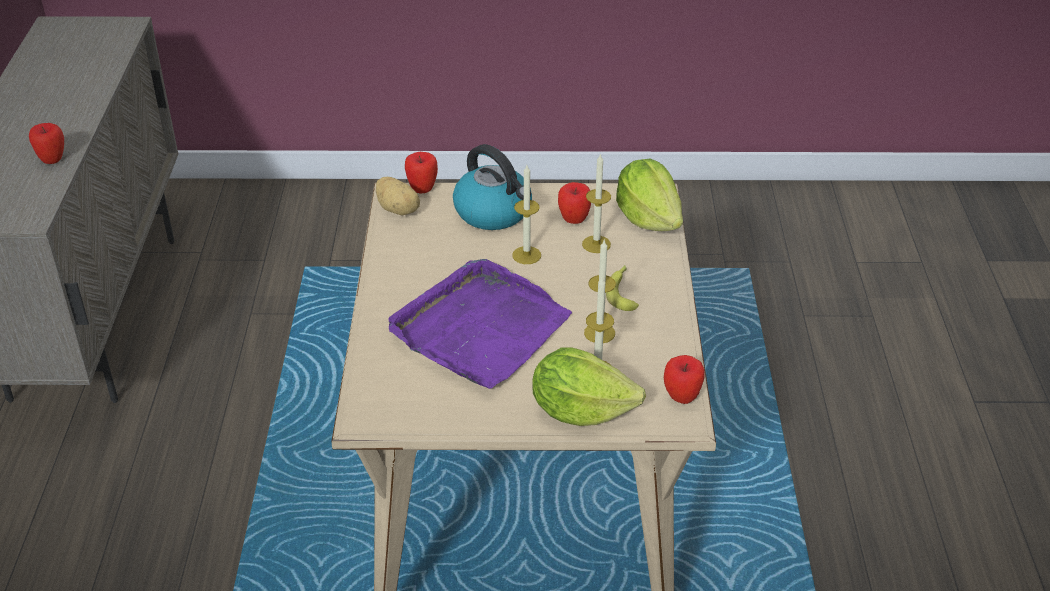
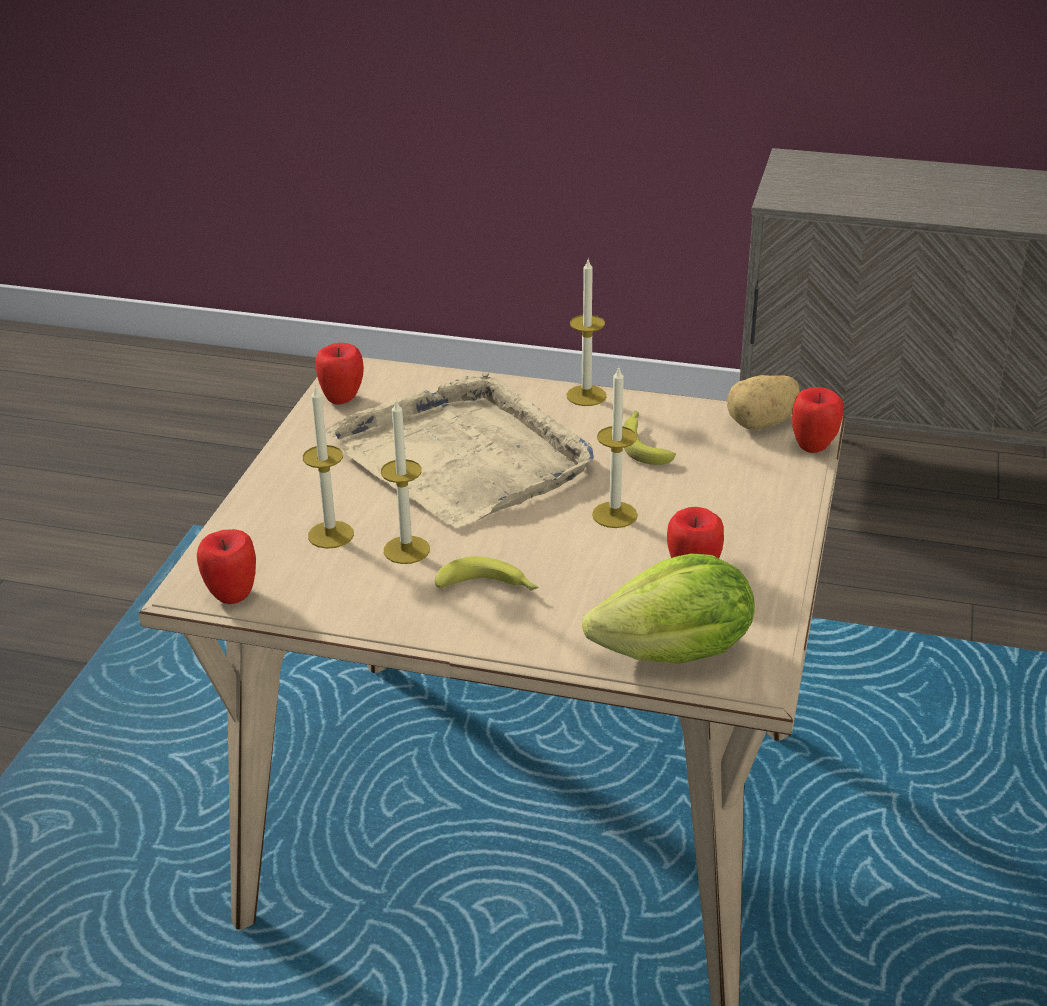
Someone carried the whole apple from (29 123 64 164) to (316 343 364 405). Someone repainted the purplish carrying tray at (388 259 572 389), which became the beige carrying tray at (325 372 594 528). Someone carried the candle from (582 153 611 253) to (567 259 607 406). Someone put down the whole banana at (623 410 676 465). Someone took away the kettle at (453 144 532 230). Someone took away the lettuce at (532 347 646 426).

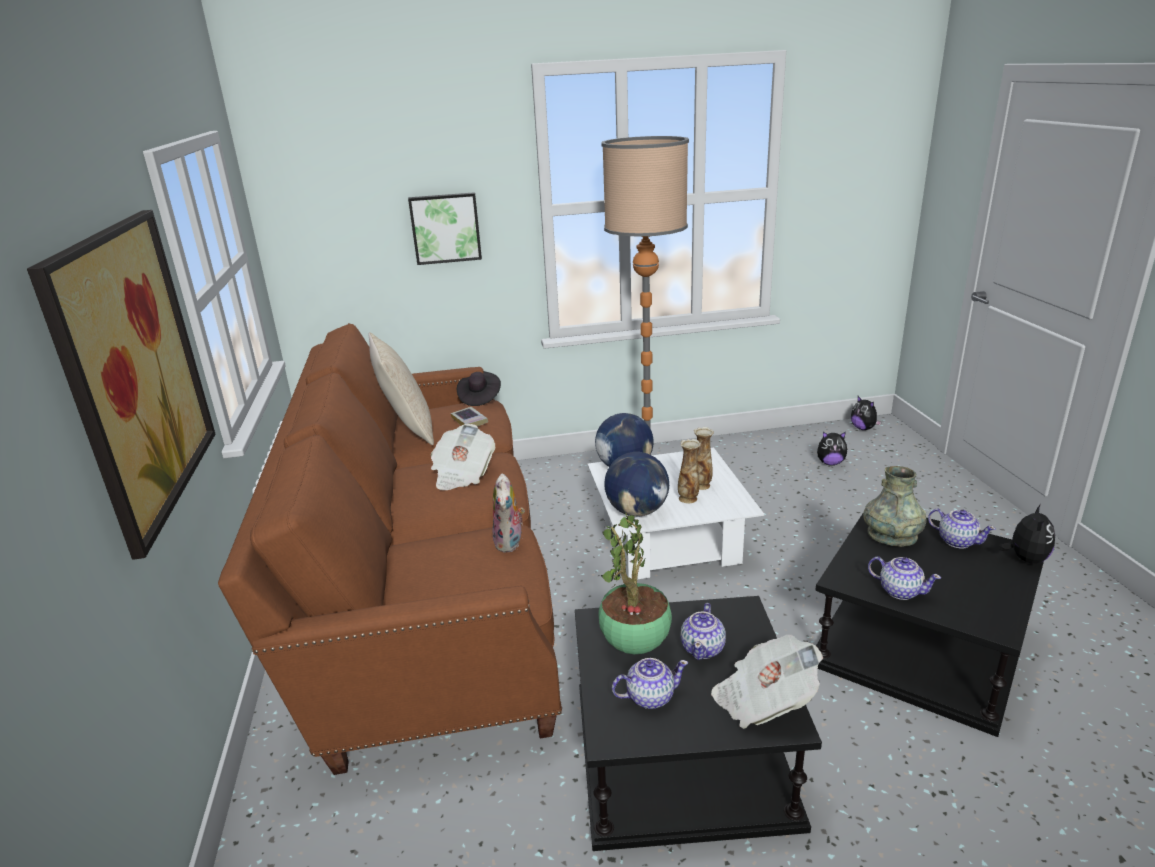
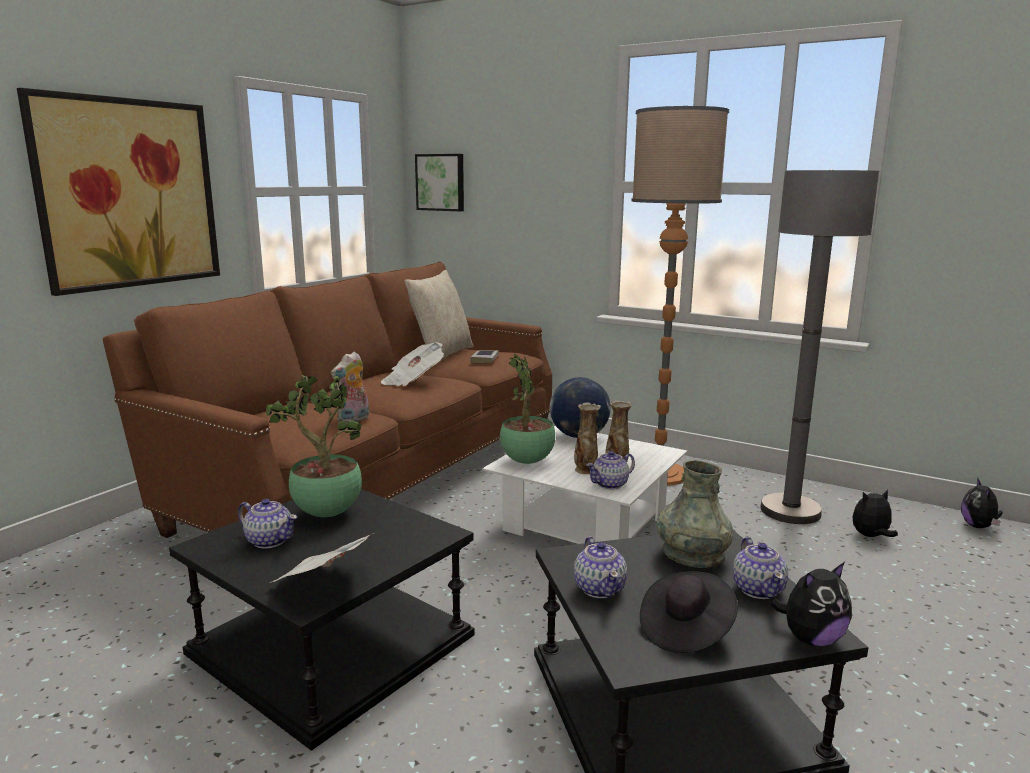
Someone carried the picture from (408 192 482 265) to (415 154 464 211). Someone swapped the desk globe at (604 452 669 517) for the plant in a pot at (500 354 555 464). Someone carried the pot for tea from (680 603 726 660) to (586 451 635 490). Someone carried the black hat from (457 371 501 406) to (640 571 738 653). Someone put down the grey standard lamp at (760 169 879 524). Someone rotated the cuddly toy at (817 432 848 465) by 120 degrees clockwise.

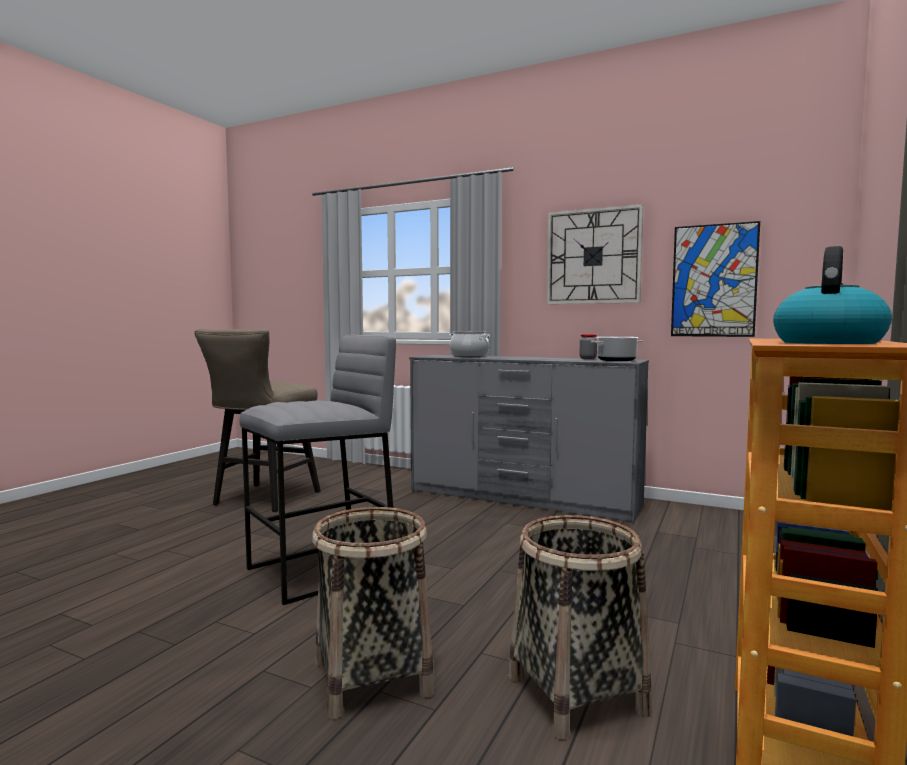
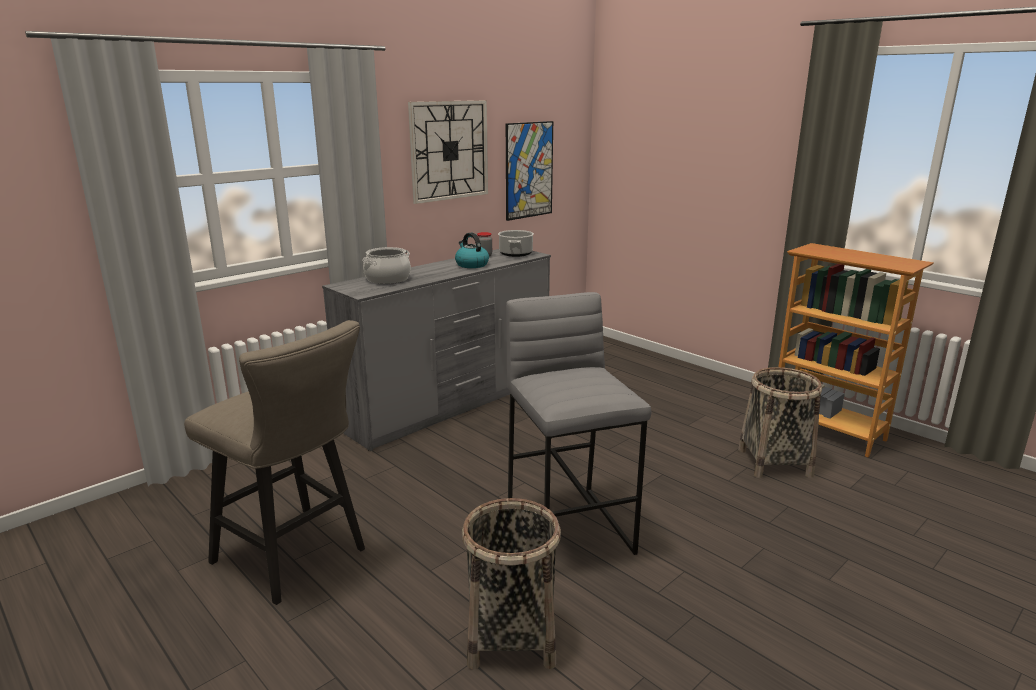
Someone carried the kettle from (773 246 892 344) to (455 233 489 268). Someone carried the basket from (312 507 434 719) to (462 498 561 670).

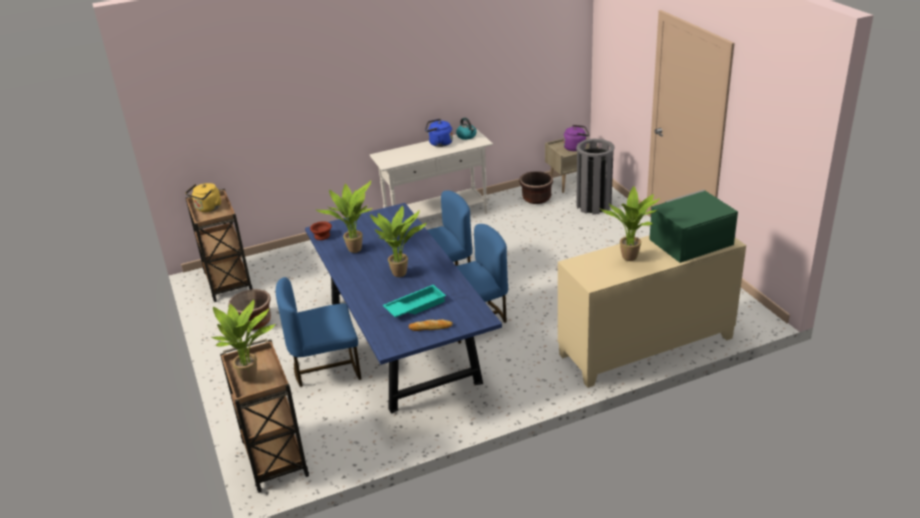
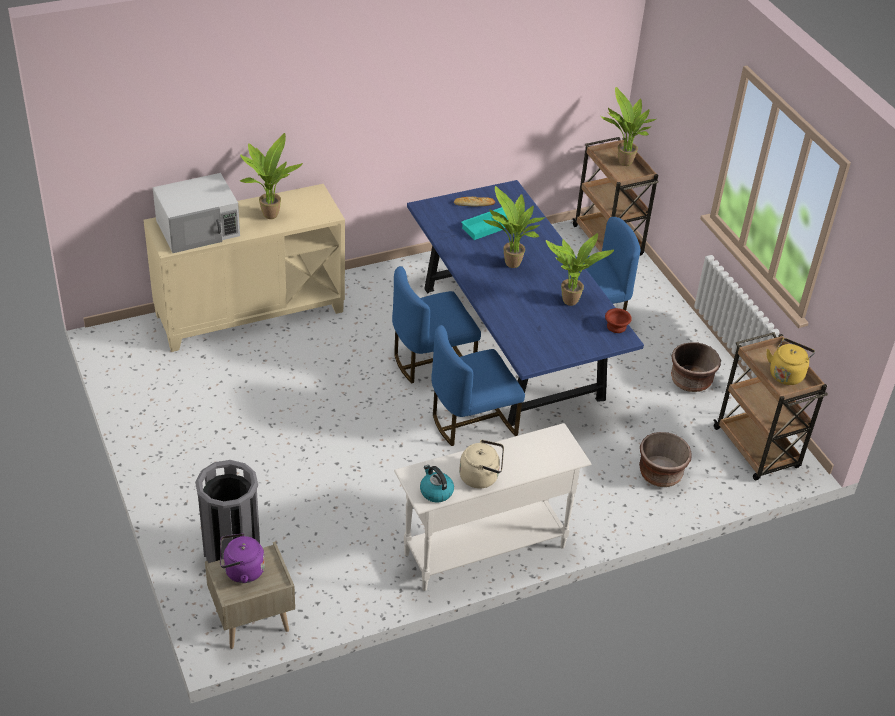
Someone repainted the green microwave at (649 190 738 263), which became the white-coloured microwave at (153 173 240 253). Someone repainted the bluish kettle at (425 119 453 147), which became the beige kettle at (459 440 504 489). Someone carried the brown plant pot from (519 172 553 204) to (639 432 692 487).

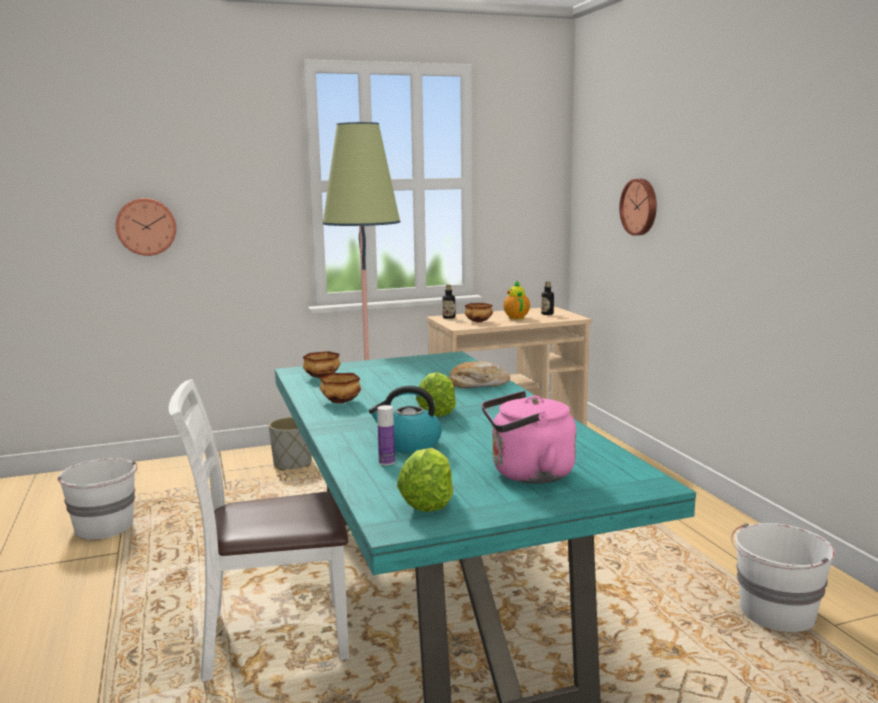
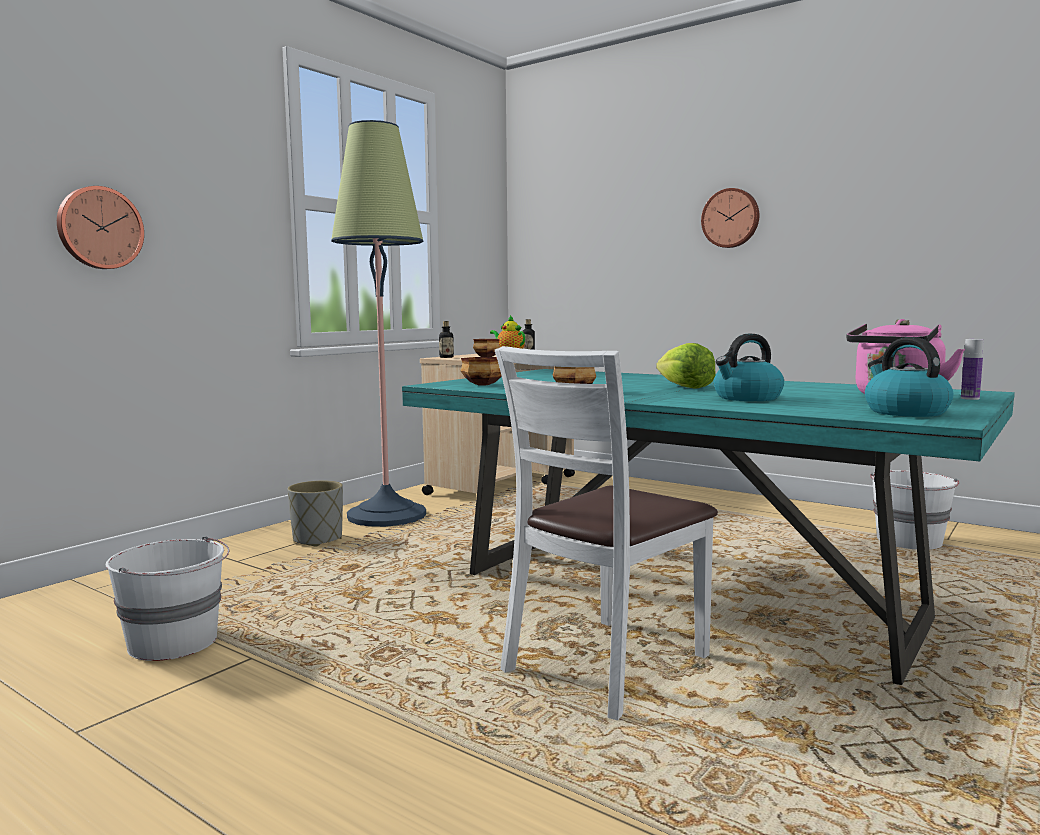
Someone carried the hanging clock from (619 179 657 236) to (701 188 759 248). Someone swapped the lettuce at (397 448 453 512) for the kettle at (865 337 953 417). Someone carried the beverage bottle from (377 405 395 466) to (961 339 984 400). Someone took away the bread at (449 361 510 388).

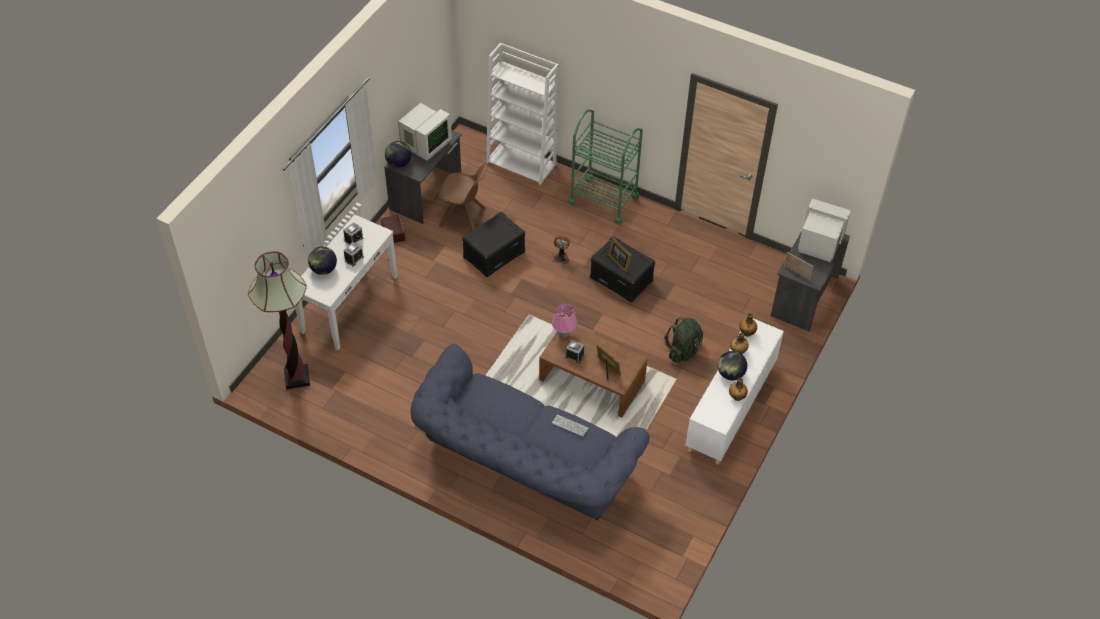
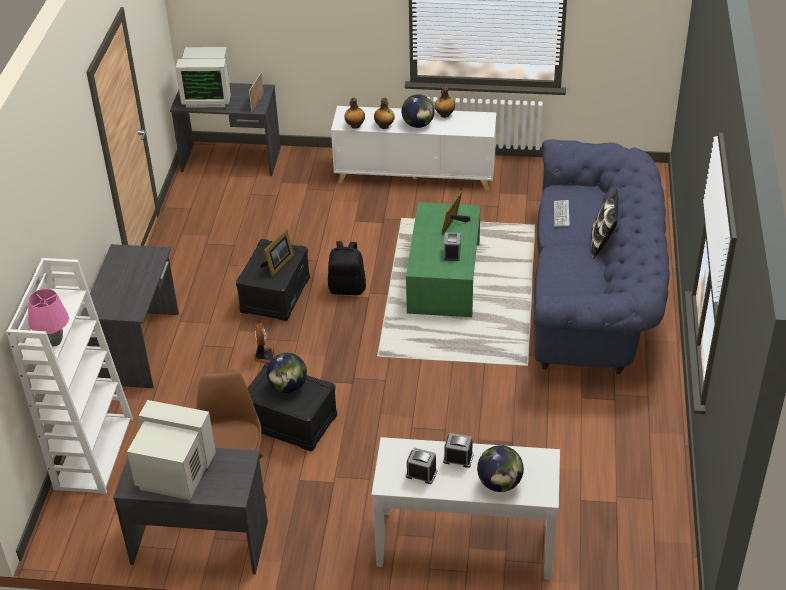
Someone carried the pink-coloured table lamp from (552 304 577 338) to (28 289 69 346). Someone swapped the green trolley at (568 109 643 225) for the grey desk at (80 244 179 388). Someone rotated the computer display at (798 198 851 262) by 90 degrees counterclockwise. Someone carried the desk globe from (385 141 411 168) to (267 353 307 393). Someone put down the black rucksack at (328 241 366 295). Someone repainted the brown lounge table at (539 327 648 417), which became the green lounge table at (406 202 481 317). Someone put down the cushion at (591 189 618 259). Someone took away the standard lamp at (248 251 310 389). Someone took away the brown storage box at (381 215 405 243). Someone took away the green rucksack at (664 317 703 363).

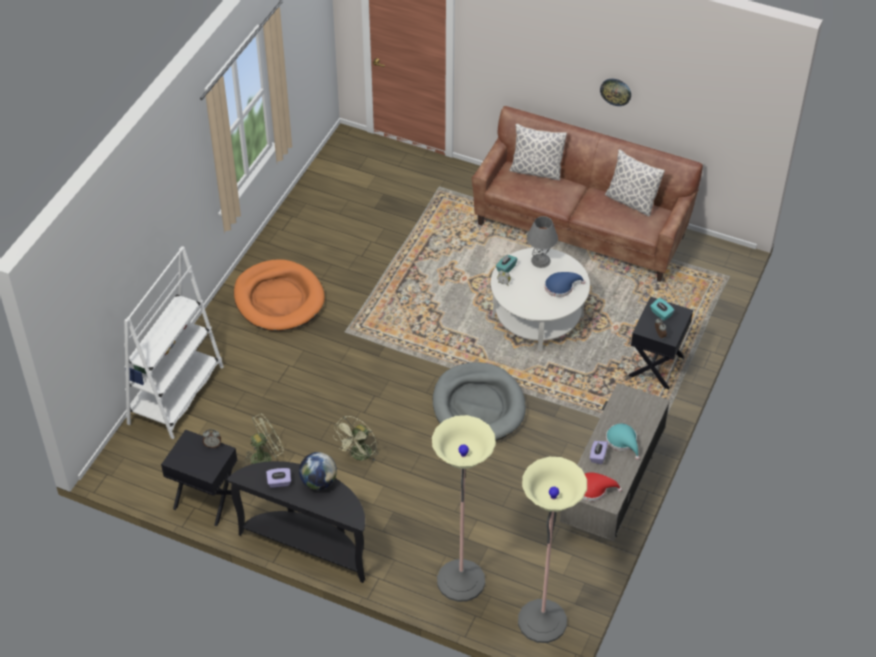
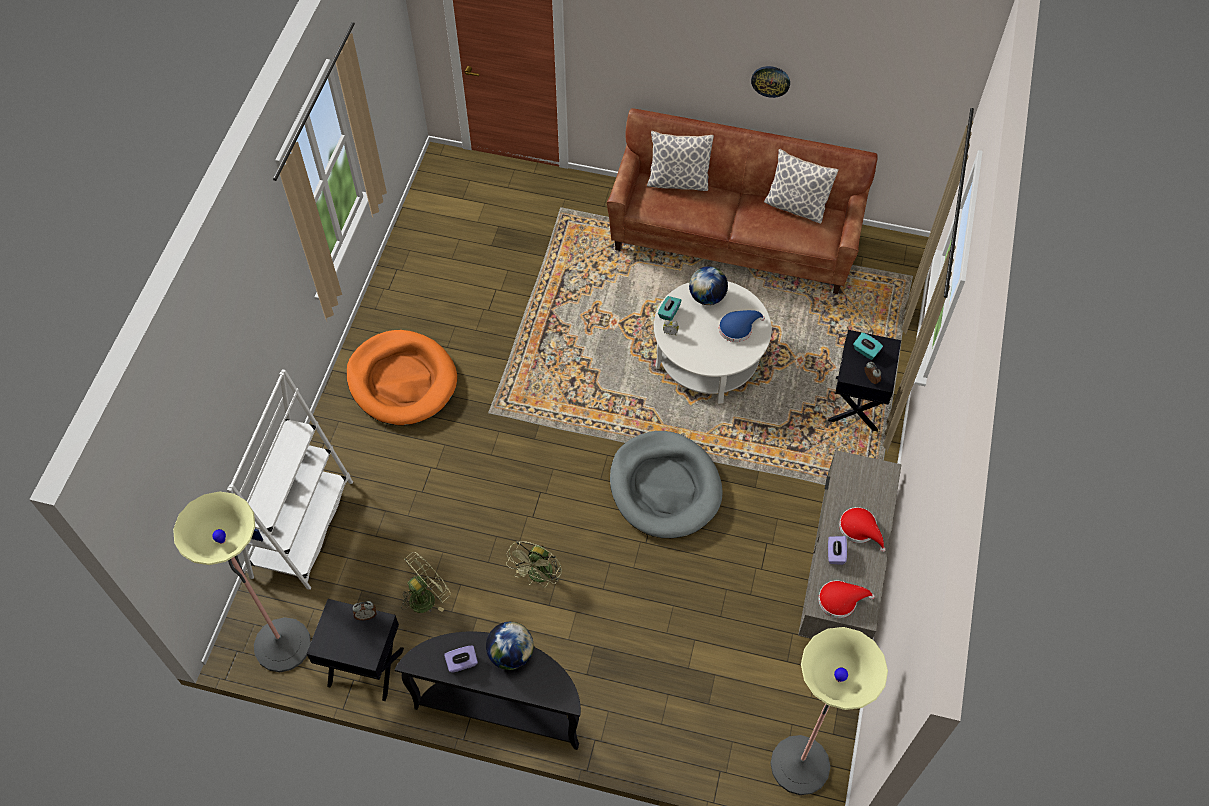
Someone carried the standard lamp from (432 415 496 602) to (173 491 311 672). Someone swapped the grey table lamp at (527 216 558 268) for the desk globe at (689 266 728 305). Someone repainted the blue-green hat at (606 424 640 460), which became the red-coloured hat at (839 507 886 552).

